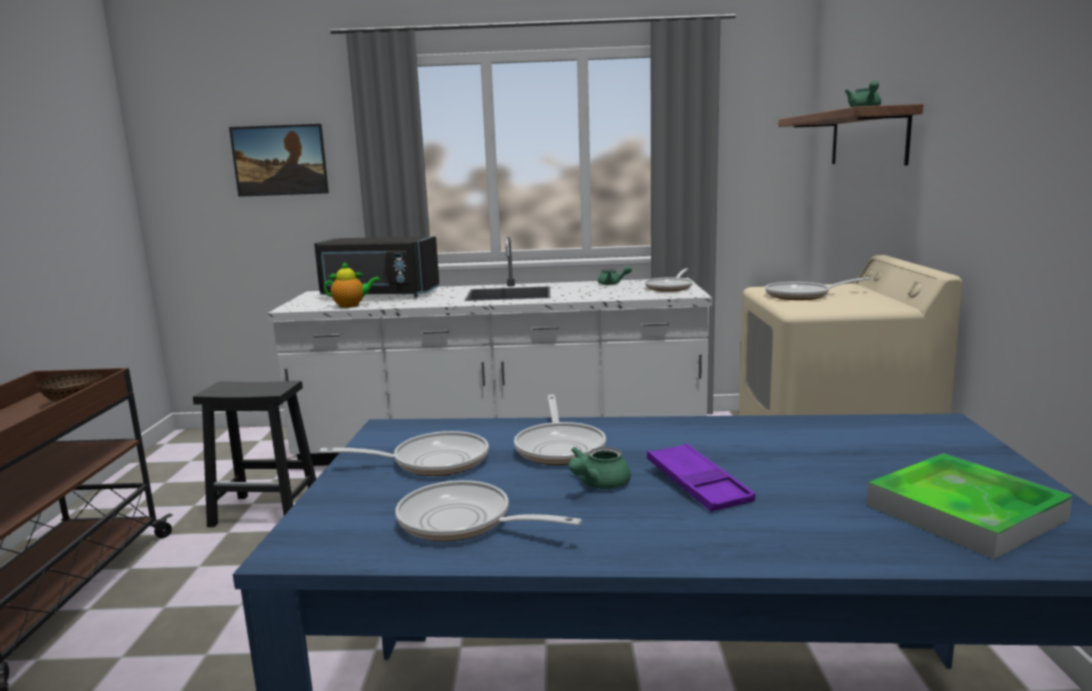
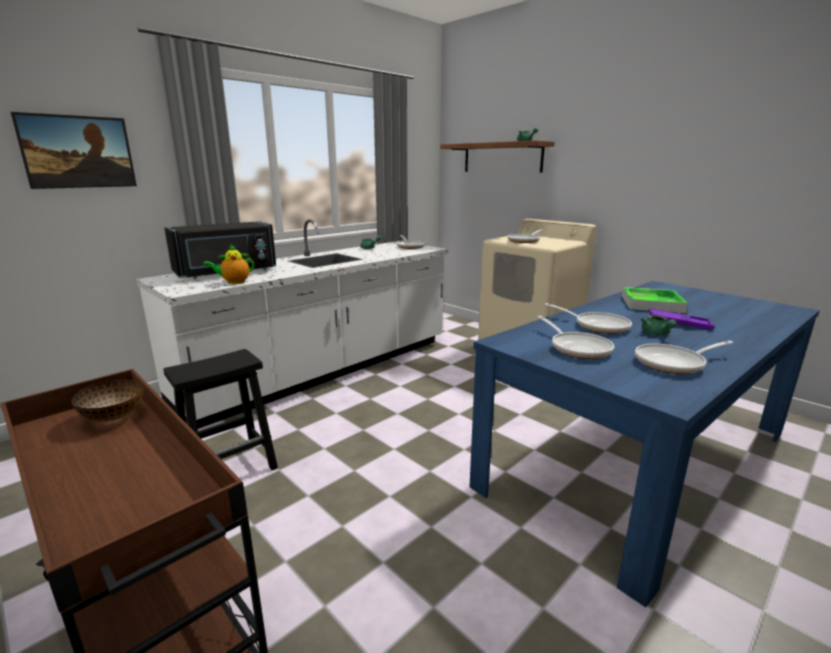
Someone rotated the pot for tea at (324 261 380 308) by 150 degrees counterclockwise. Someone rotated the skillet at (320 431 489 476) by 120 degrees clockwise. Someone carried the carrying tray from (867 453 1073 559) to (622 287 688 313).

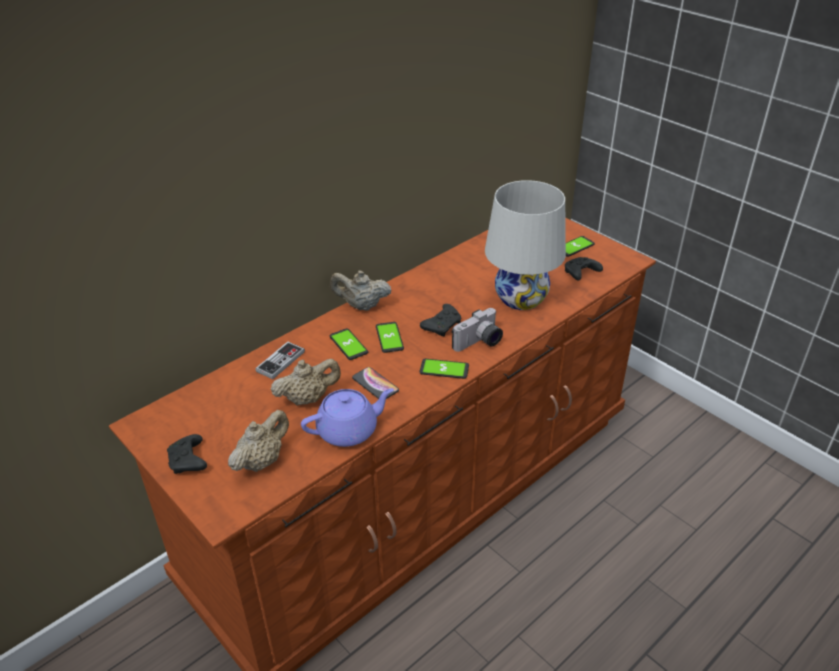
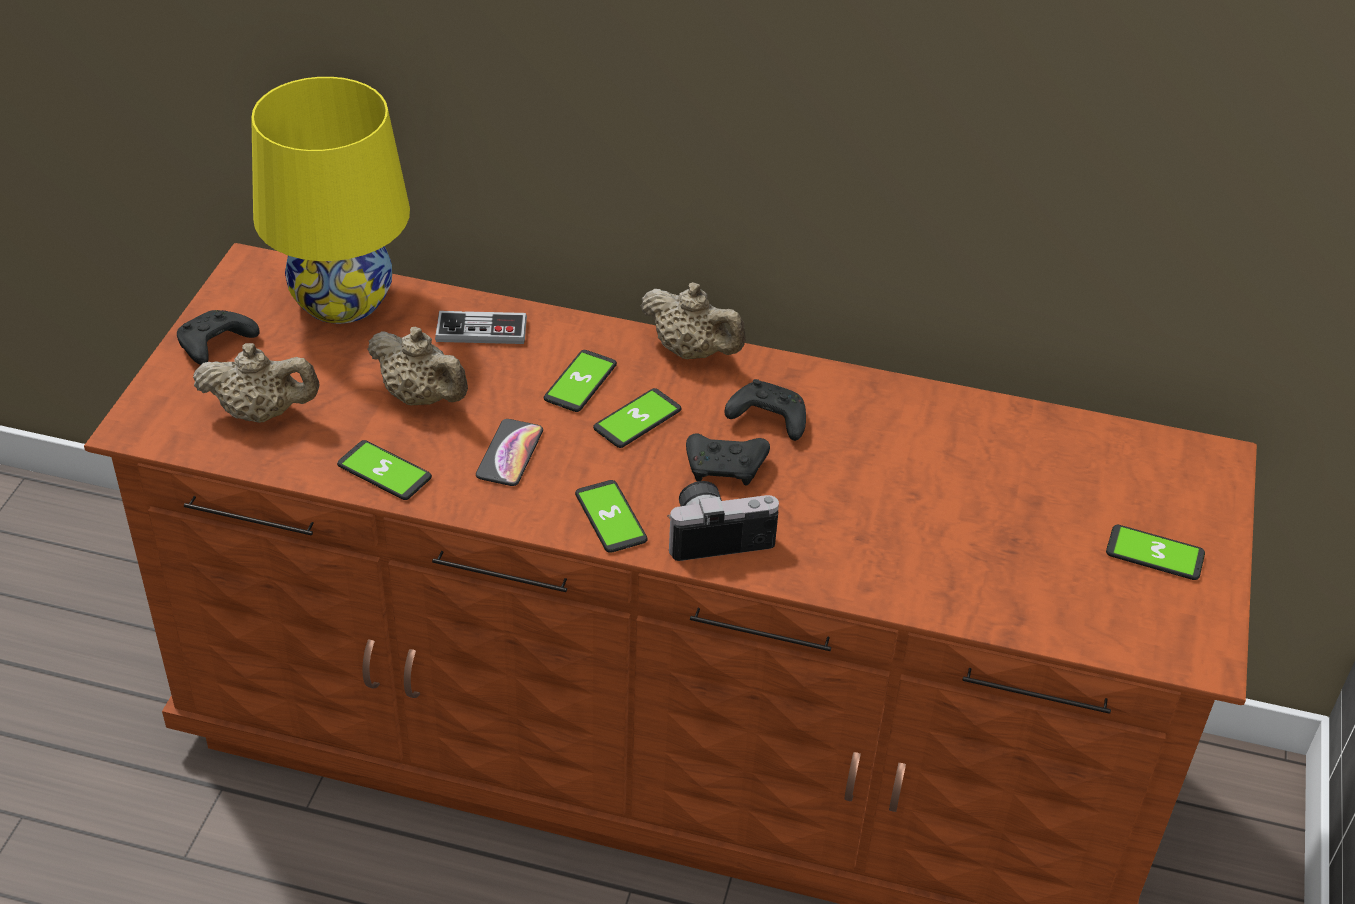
Someone put down the yellow-coloured table lamp at (251 77 410 324). Someone swapped the purplish pot for tea at (301 388 394 447) for the handset at (337 440 432 500). Someone rotated the beige pot for tea at (330 271 391 311) by 150 degrees clockwise. Someone rotated the photo camera at (452 308 503 352) by 150 degrees clockwise. Someone carried the black joypad from (565 257 603 280) to (725 379 806 441). Someone took away the white-coloured table lamp at (485 180 566 310).

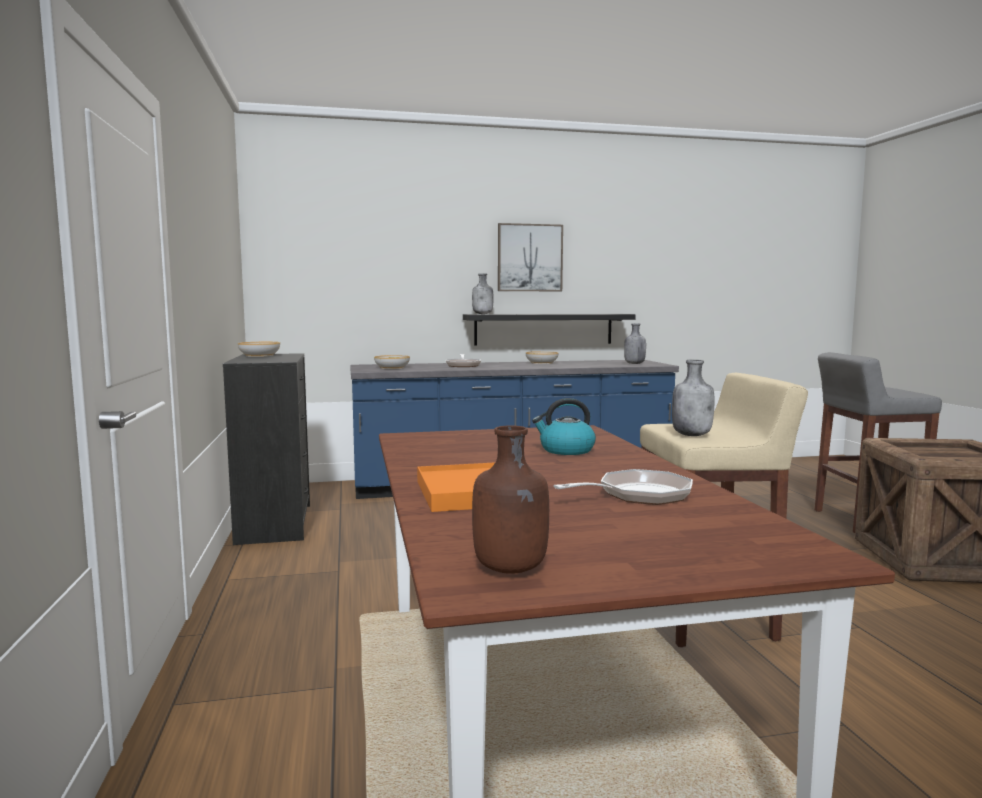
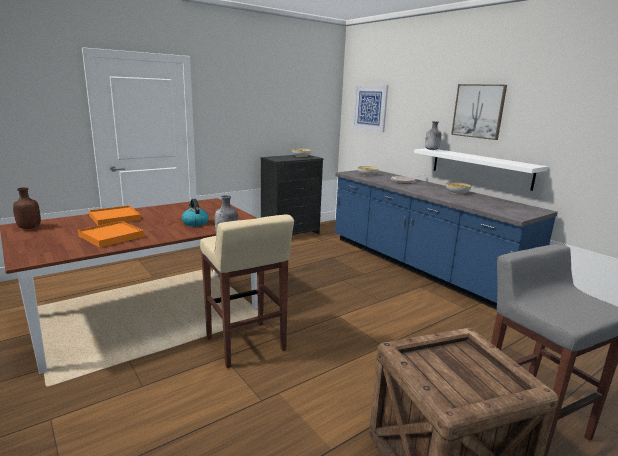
Someone swapped the skillet at (553 469 693 505) for the orange carrying tray at (78 221 144 248). Someone put up the picture at (353 85 388 132). Someone repainted the black shelf at (463 314 636 346), which became the white-coloured shelf at (414 148 548 191). Someone took away the grey beverage bottle at (624 323 646 364).

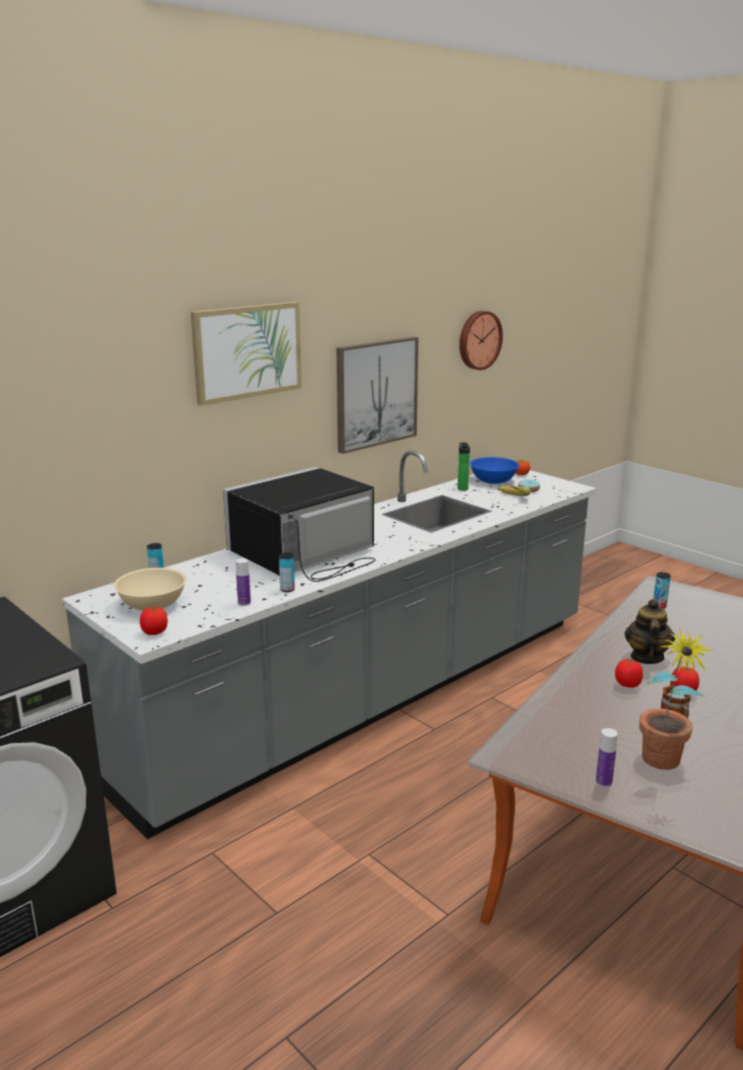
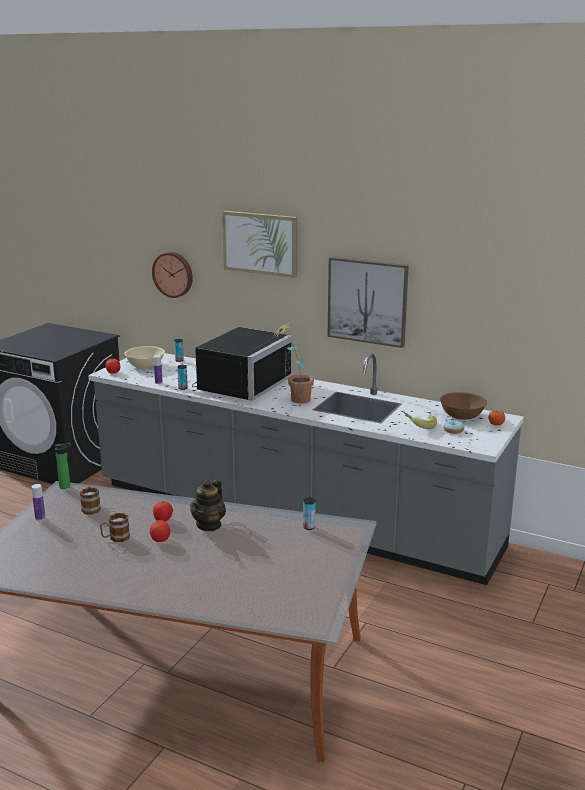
Someone carried the beverage bottle from (458 443 470 491) to (54 443 71 489). Someone put down the coffee mug at (80 486 101 515). Someone carried the hanging clock from (459 311 503 370) to (152 252 193 298). Someone rotated the pot for tea at (625 599 675 664) by 120 degrees clockwise. Someone rotated the black microwave at (223 467 376 582) by 90 degrees clockwise. Someone carried the plant in a pot from (639 627 714 770) to (273 323 314 403). Someone repainted the bluish serving bowl at (470 457 519 484), which became the brown serving bowl at (440 392 487 420).

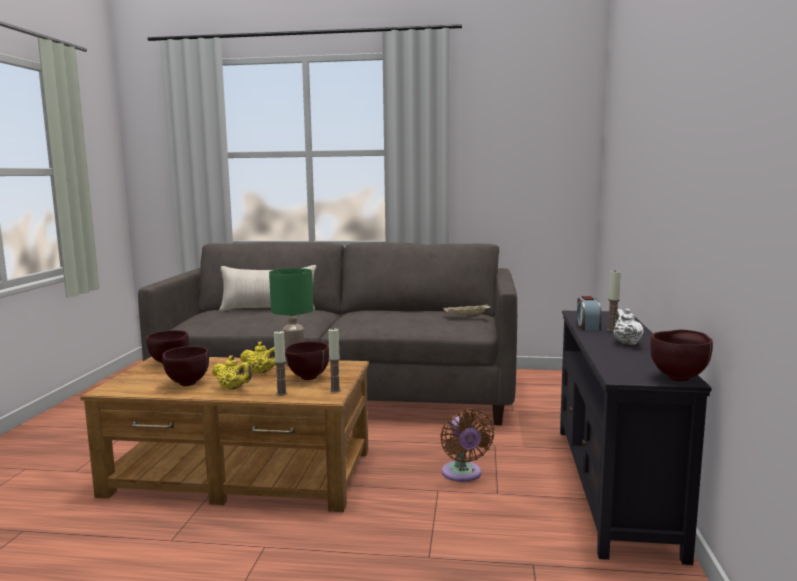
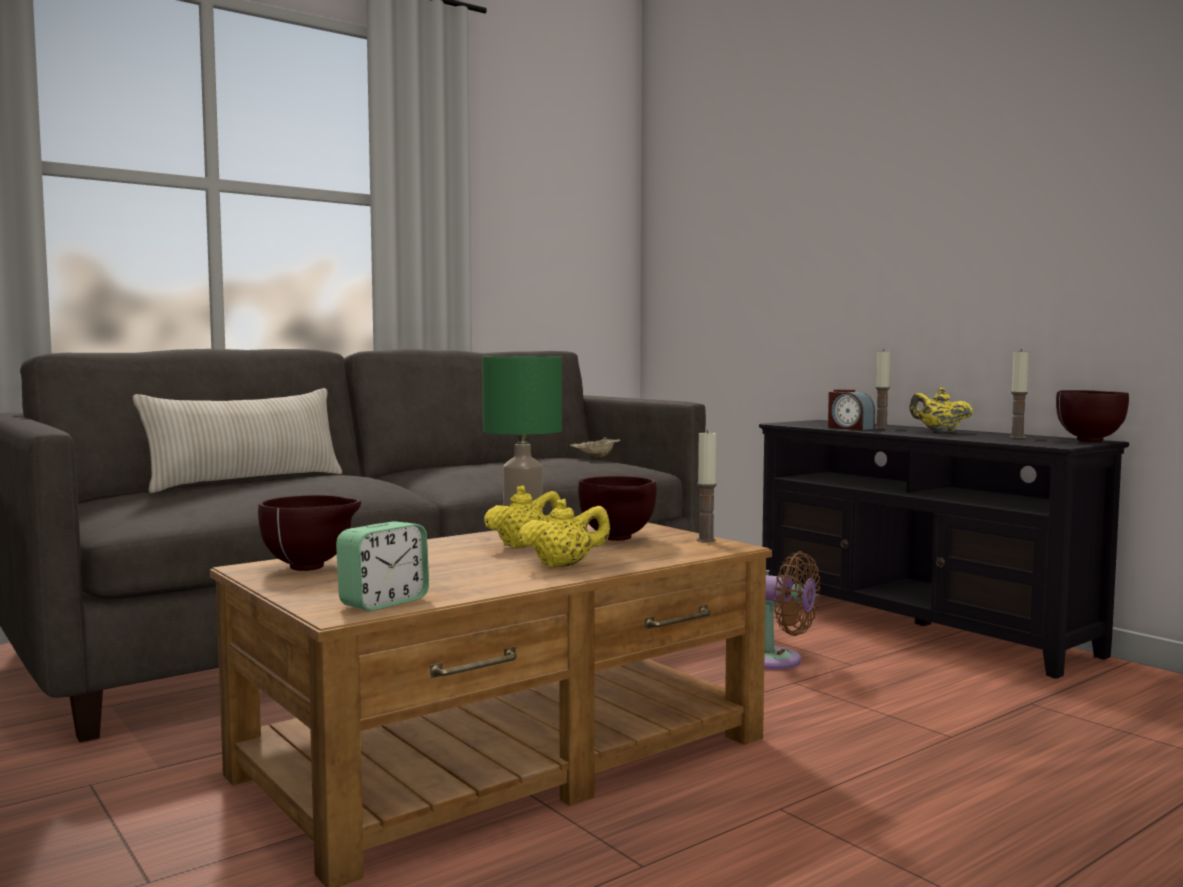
Someone put down the alarm clock at (336 521 429 611). Someone repainted the white-coloured pot for tea at (614 308 644 345), which became the yellow-coloured pot for tea at (909 388 973 433). Someone carried the candle from (274 331 287 396) to (1010 349 1029 438). Someone took away the brown serving bowl at (162 346 209 386).

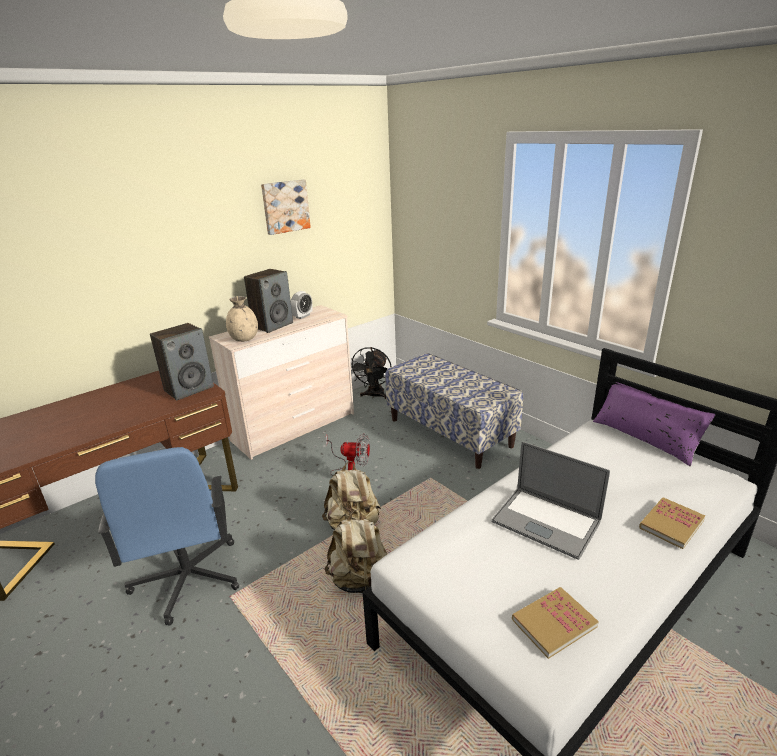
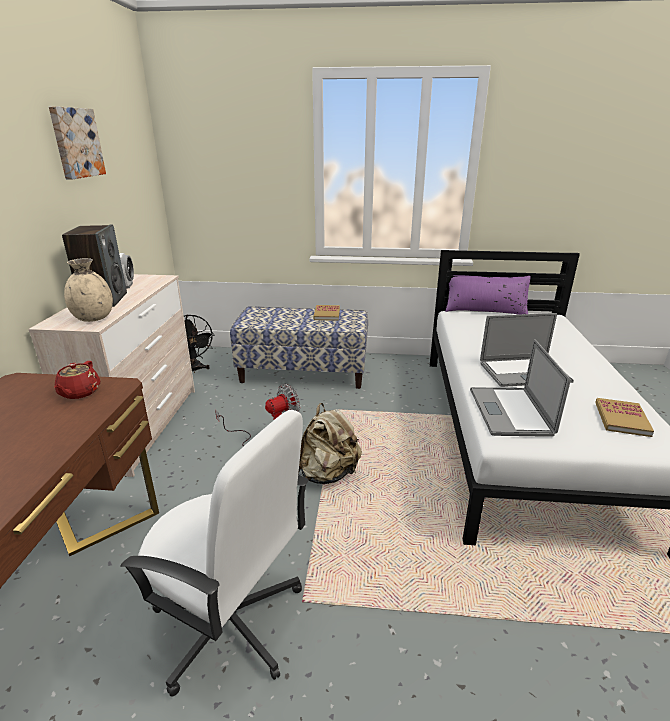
Someone swapped the speaker at (150 323 214 401) for the red-coloured pot for tea at (54 361 100 399). Someone repainted the bluish office chair at (95 447 239 626), which became the white-coloured office chair at (120 410 309 697). Someone carried the book from (639 497 705 549) to (313 305 340 321). Someone put down the notebook computer at (470 339 571 437). Someone took away the beige rucksack at (324 509 387 593).

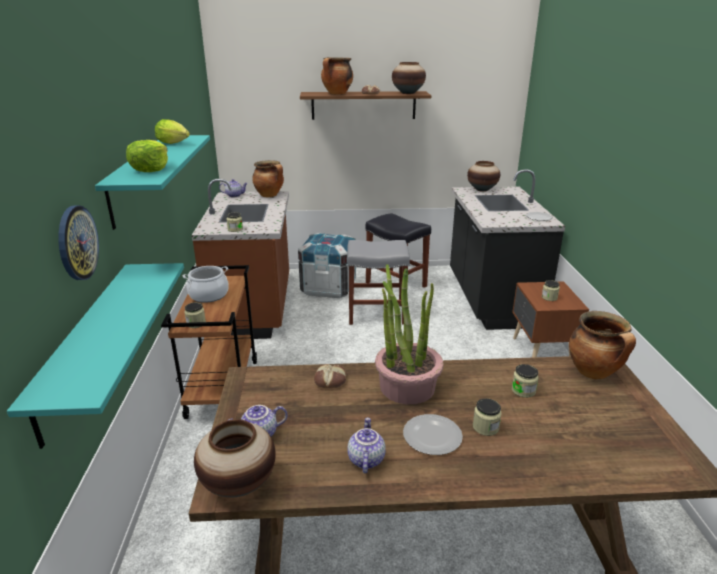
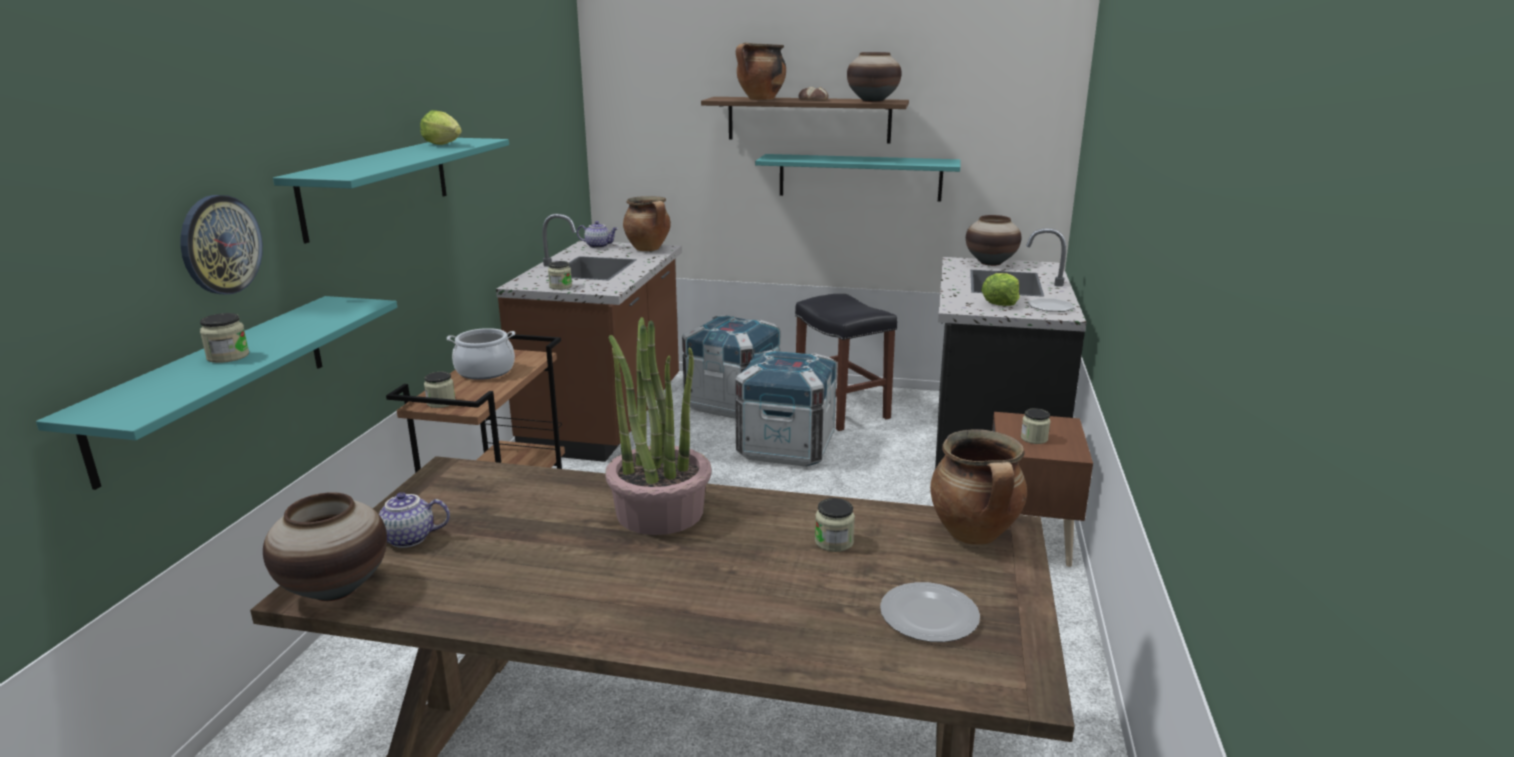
Someone carried the jar from (473 399 501 436) to (200 313 249 363). Someone swapped the grey stool seat at (347 240 410 325) for the shipping crate at (735 350 837 467). Someone put up the blue-green shelf at (755 154 960 202). Someone carried the plate from (403 414 463 455) to (880 582 980 642). Someone carried the lettuce from (126 140 168 172) to (981 273 1020 306). Someone took away the bread at (314 364 347 388). Someone took away the pot for tea at (347 418 386 473).

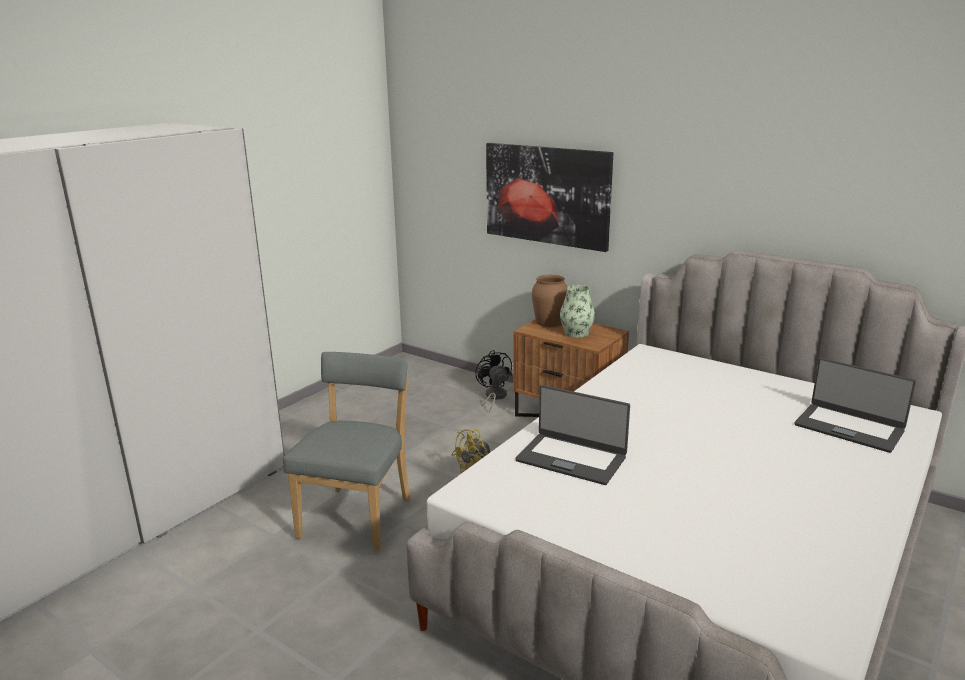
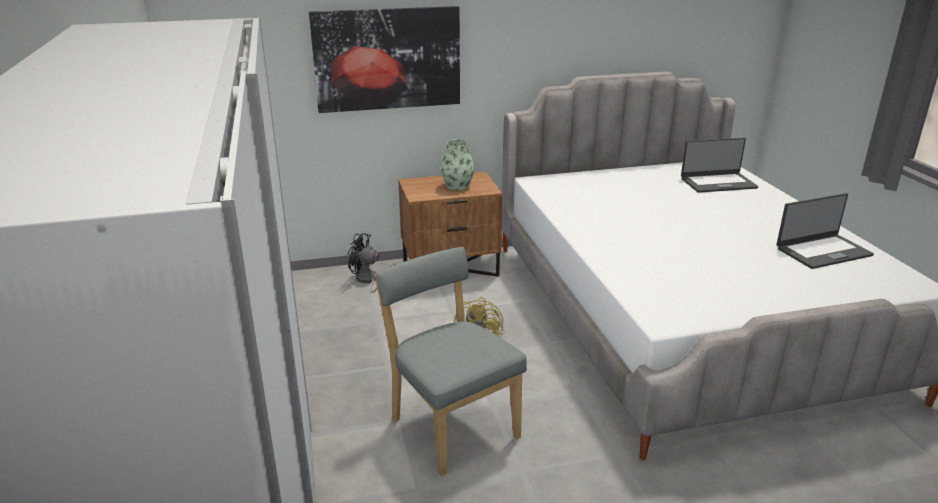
Someone carried the notebook computer from (516 385 630 485) to (776 193 874 269). Someone took away the brown vase at (532 275 567 327).

